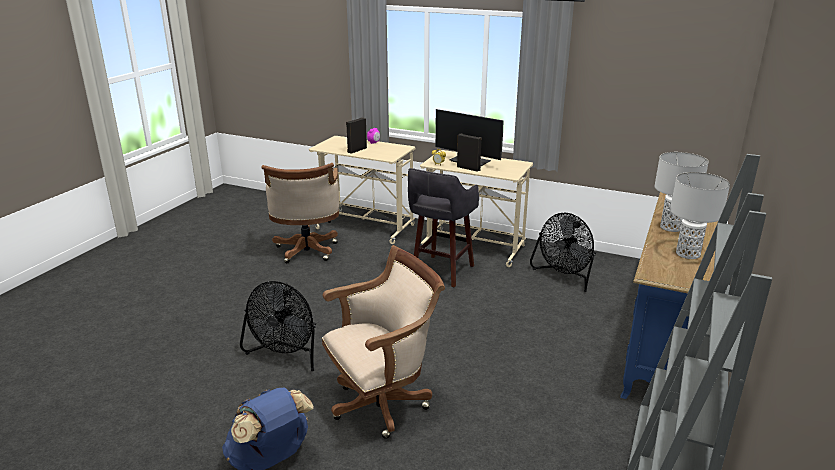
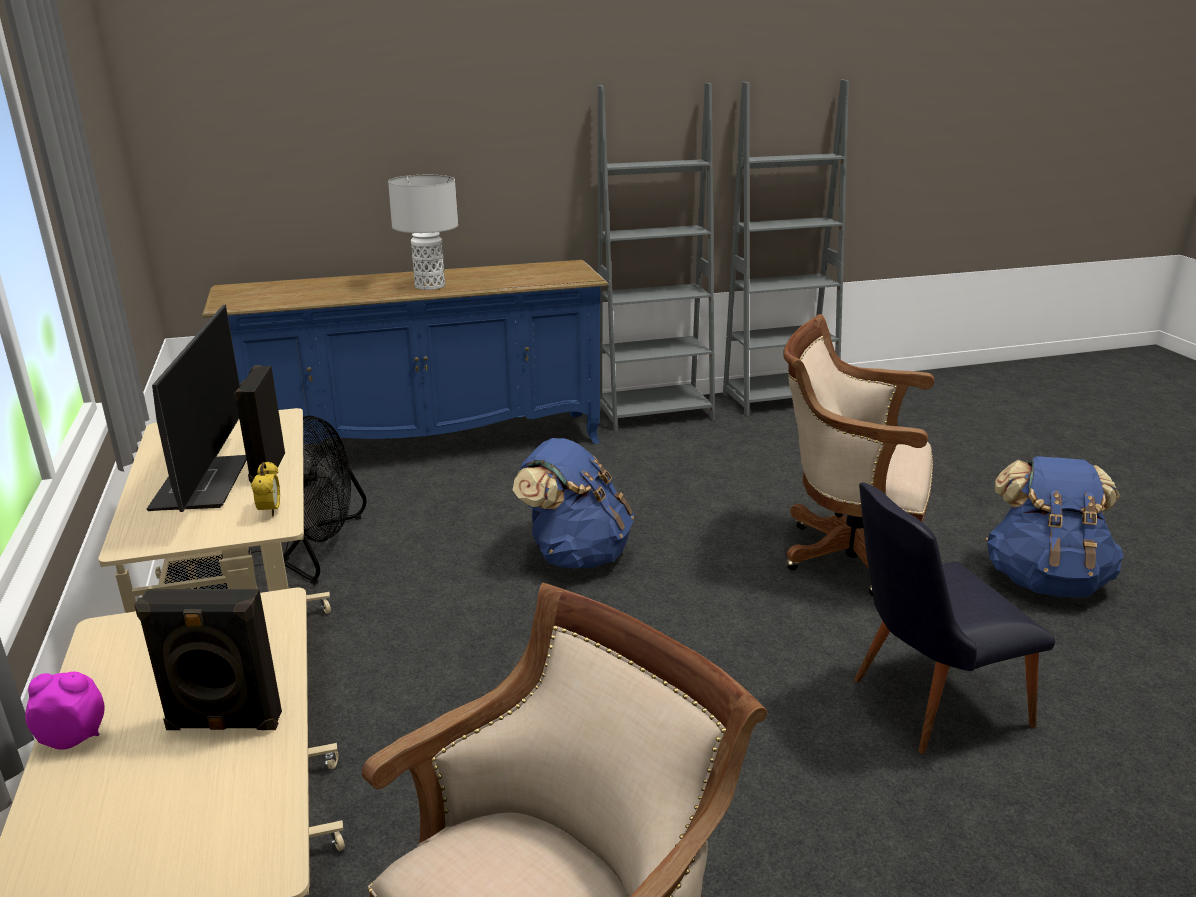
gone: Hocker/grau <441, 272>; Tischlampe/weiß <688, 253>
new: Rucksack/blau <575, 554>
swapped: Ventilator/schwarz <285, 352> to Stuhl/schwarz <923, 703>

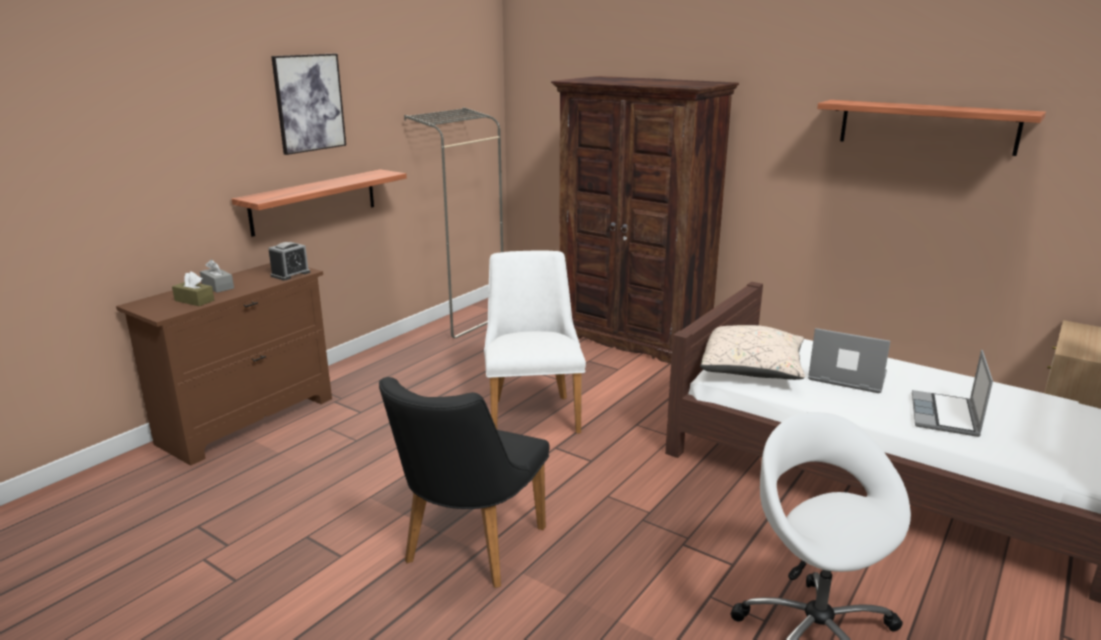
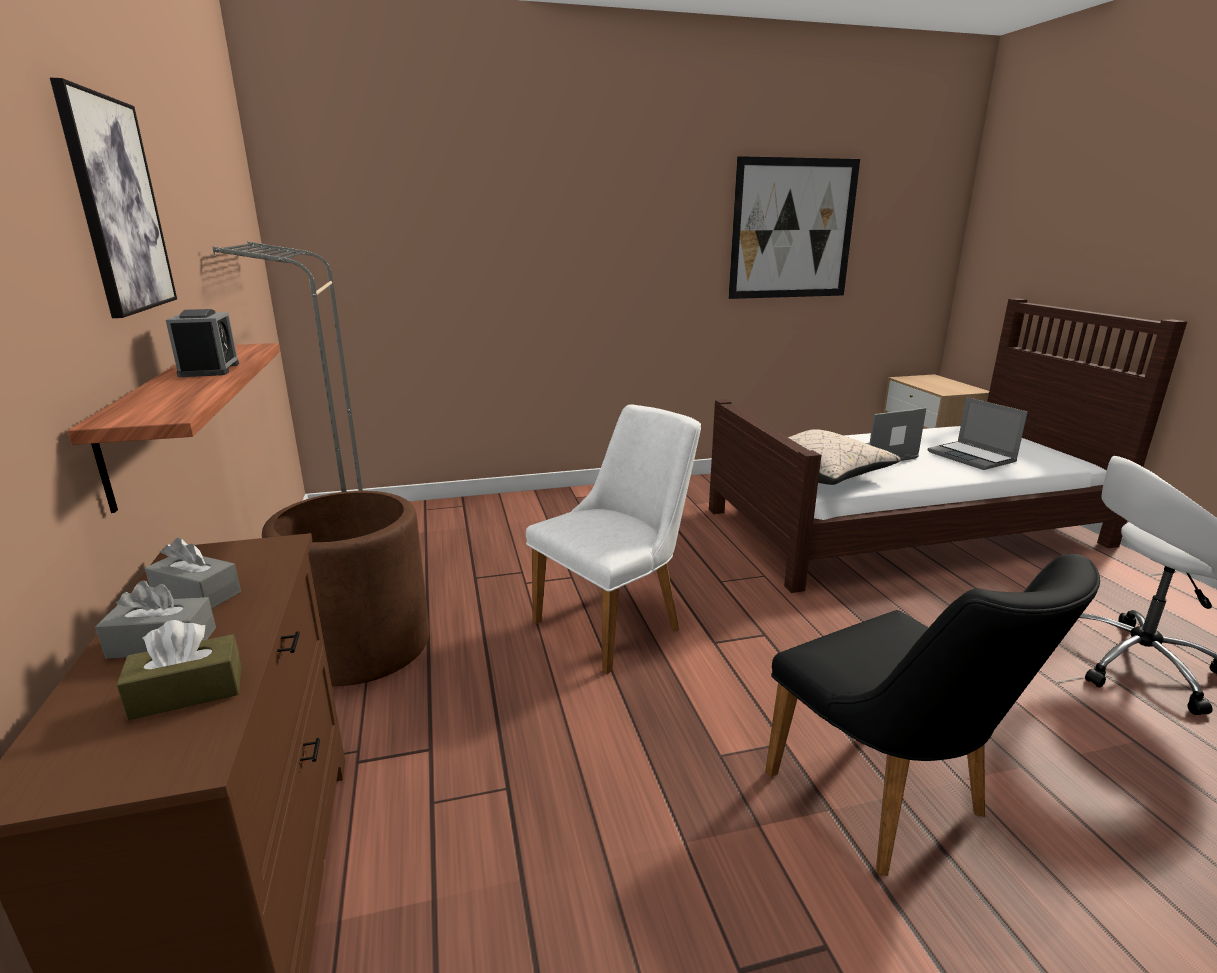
gone: Kleiderschrank/braun <633, 336>
new: Pflanzkübel/braun <360, 646>; Taschentuchbox/grau <197, 594>
shifted: Wecker <290, 274> to <209, 370>
swapped: Wandregal <927, 126> to Bild <792, 229>
rotated: Stuhl/weiß <532, 411> = <618, 621> 105 degrees clockwise

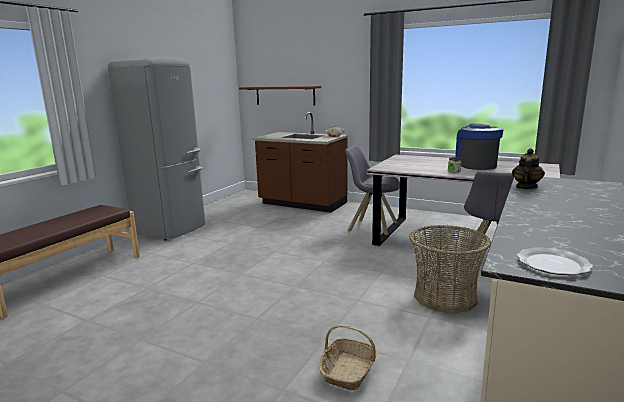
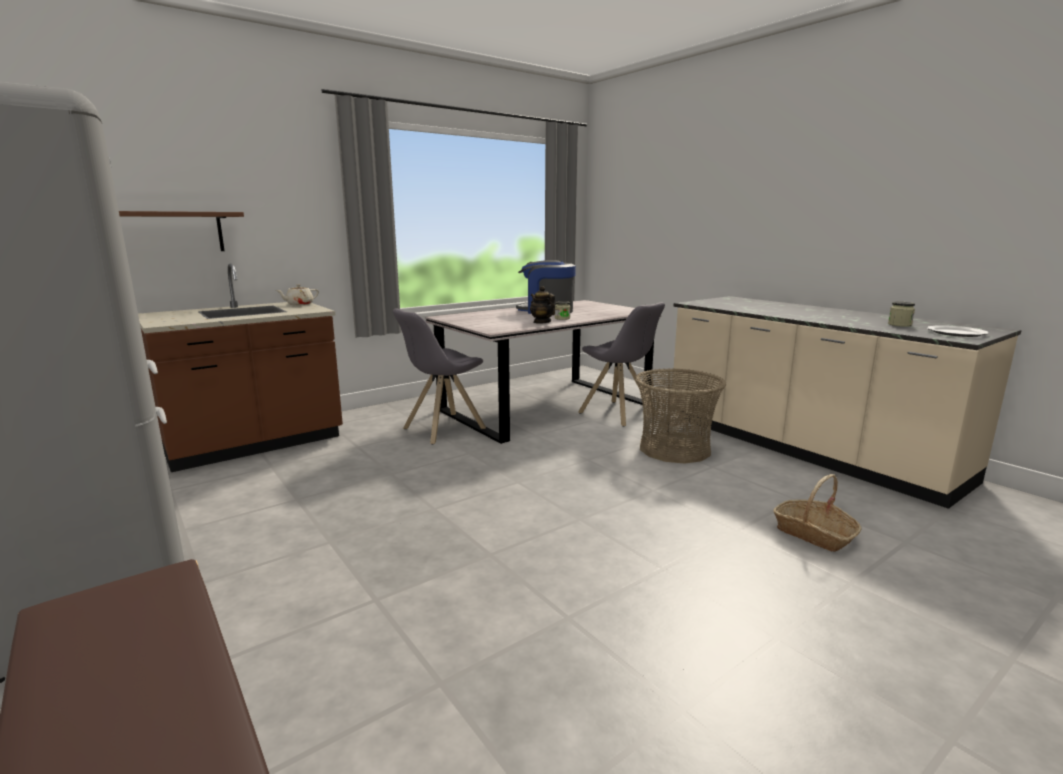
new: Vorratsglas <899, 324>
shifted: Teekanne <526, 187> to <542, 322>

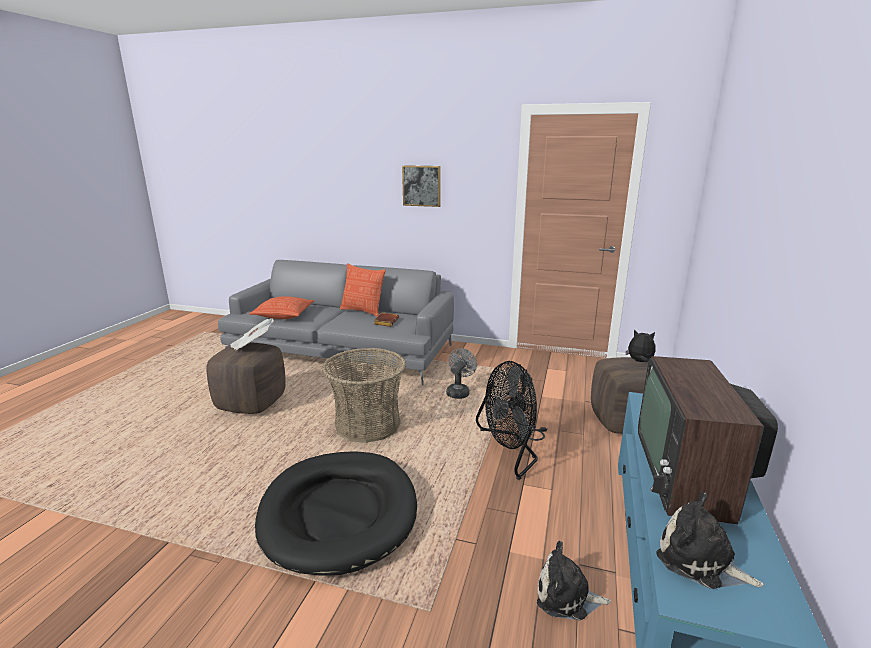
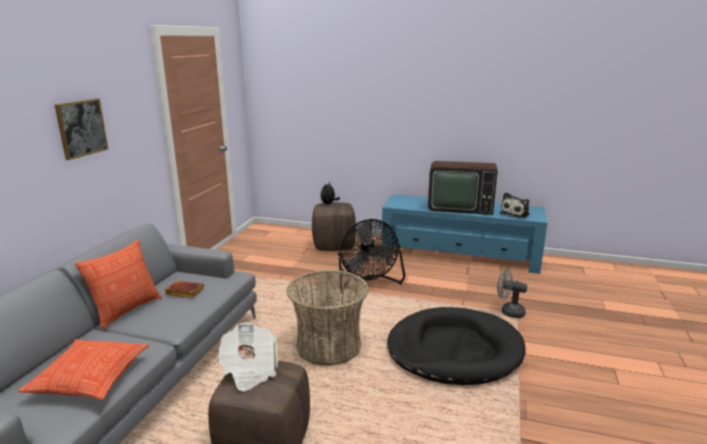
gone: Plüschtier <567, 596>
shifted: Ventilator/grau <459, 392> to <508, 312>

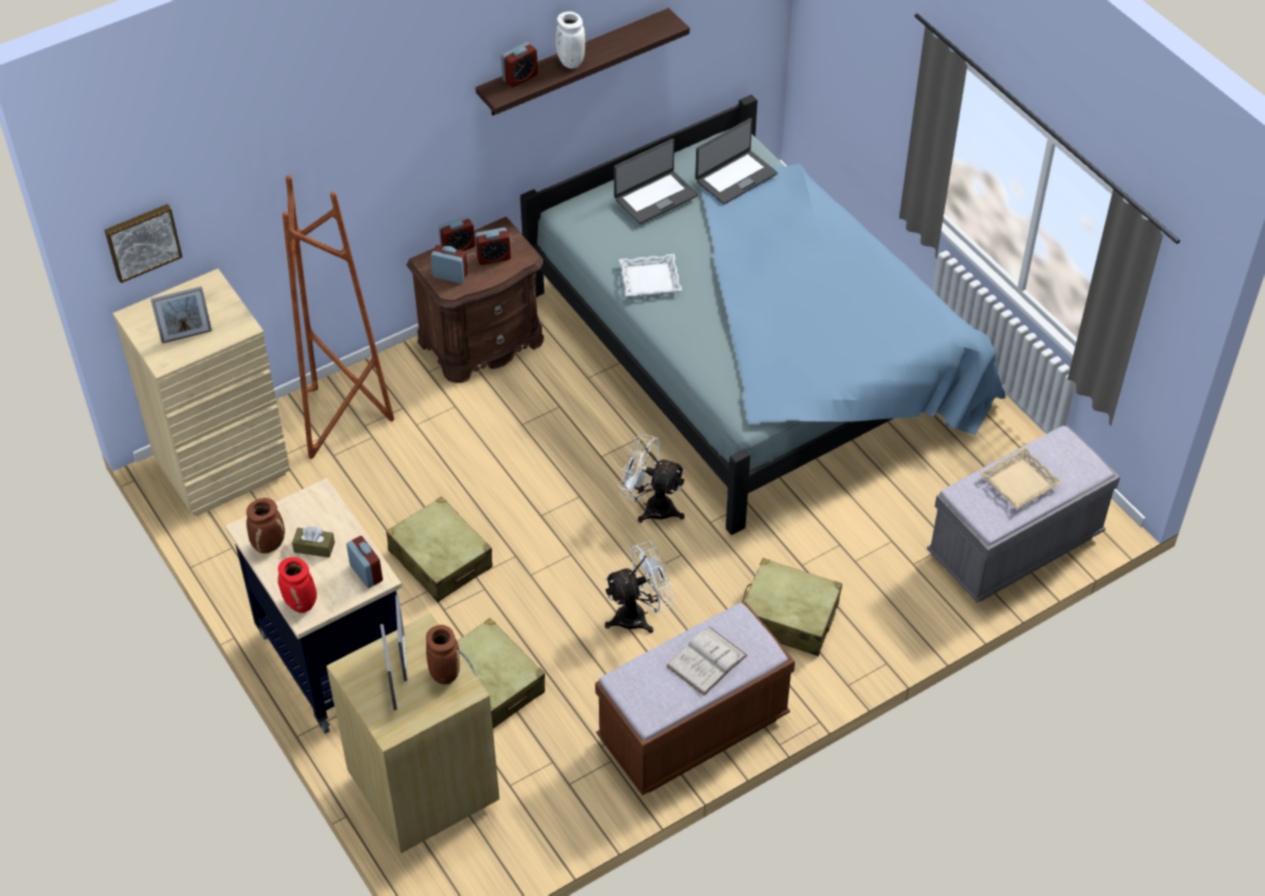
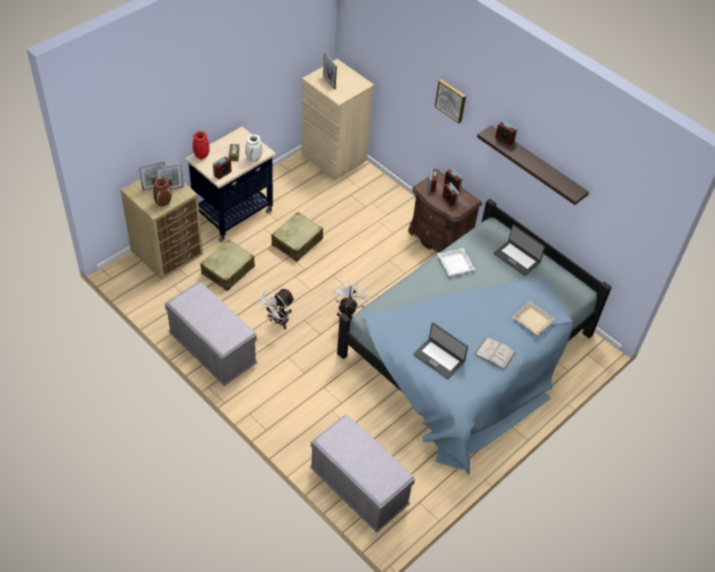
gone: Kleiderständer/braun <340, 421>; Vase/braun <269, 544>; Koffer/beige <788, 617>
shifted: Vase/weiß <570, 62> to <254, 158>; Laptop <735, 177> to <439, 358>; Bild <142, 241> to <451, 100>; Tablett/beige <1019, 482> to <533, 320>; Buch/weiß <706, 661> to <495, 353>
repainted: Bank/braun <693, 729> to Bank/grau <212, 350>
rotated: Ventilator/weiß <639, 615> = <278, 321> 75 degrees clockwise

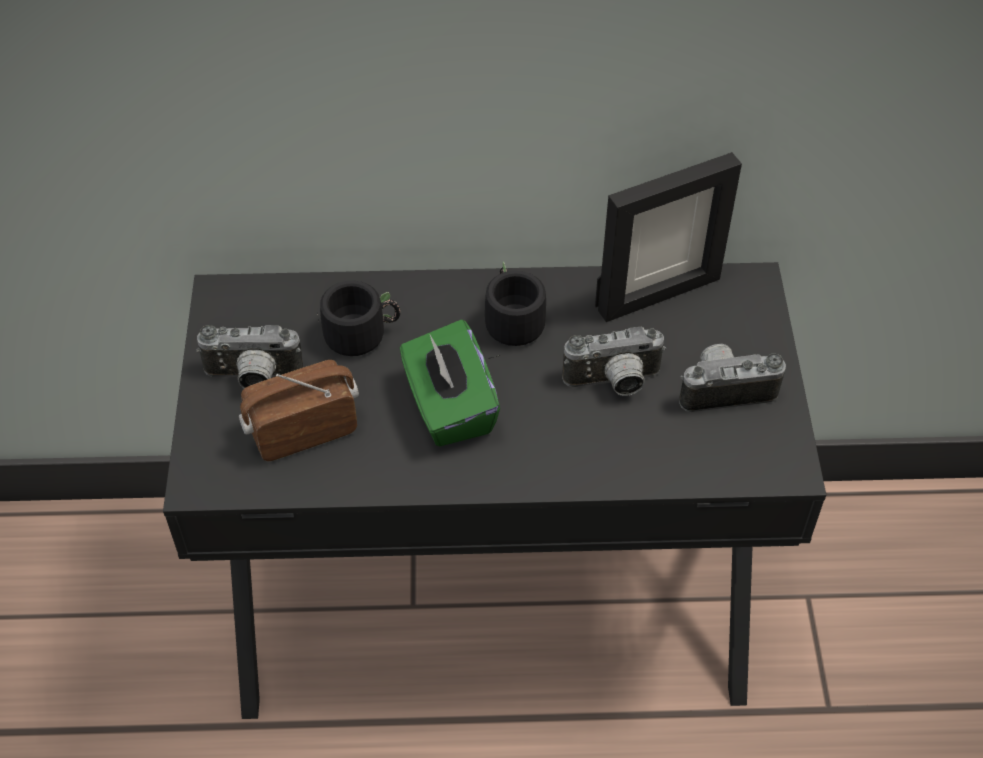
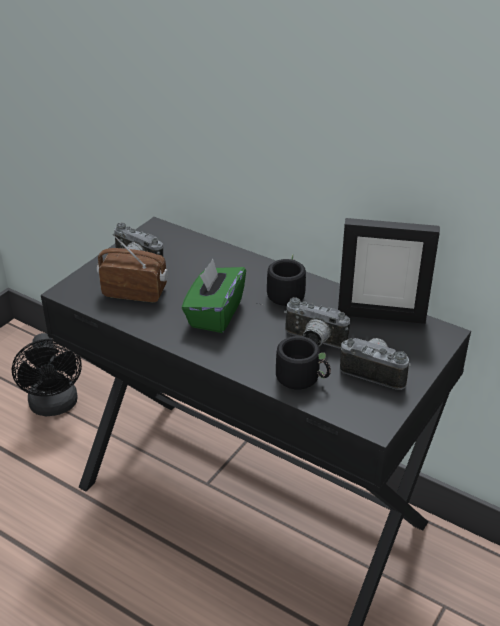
new: Ventilator/schwarz <54, 406>
shifted: Henkelbecher/schwarz <361, 332> to <303, 377>

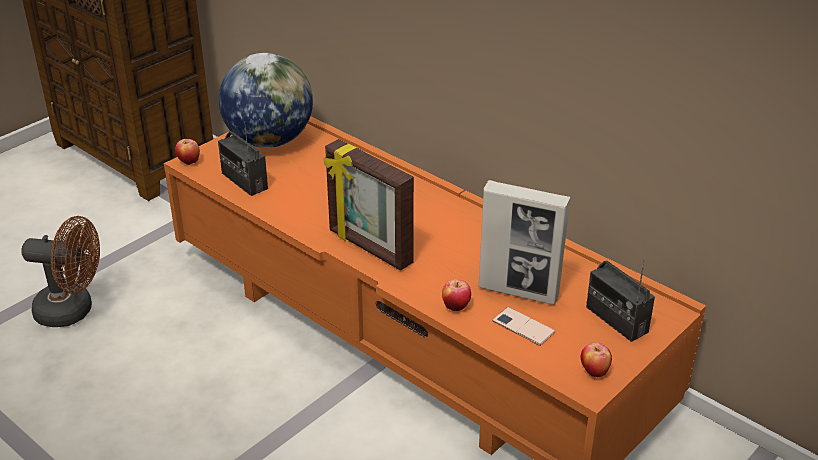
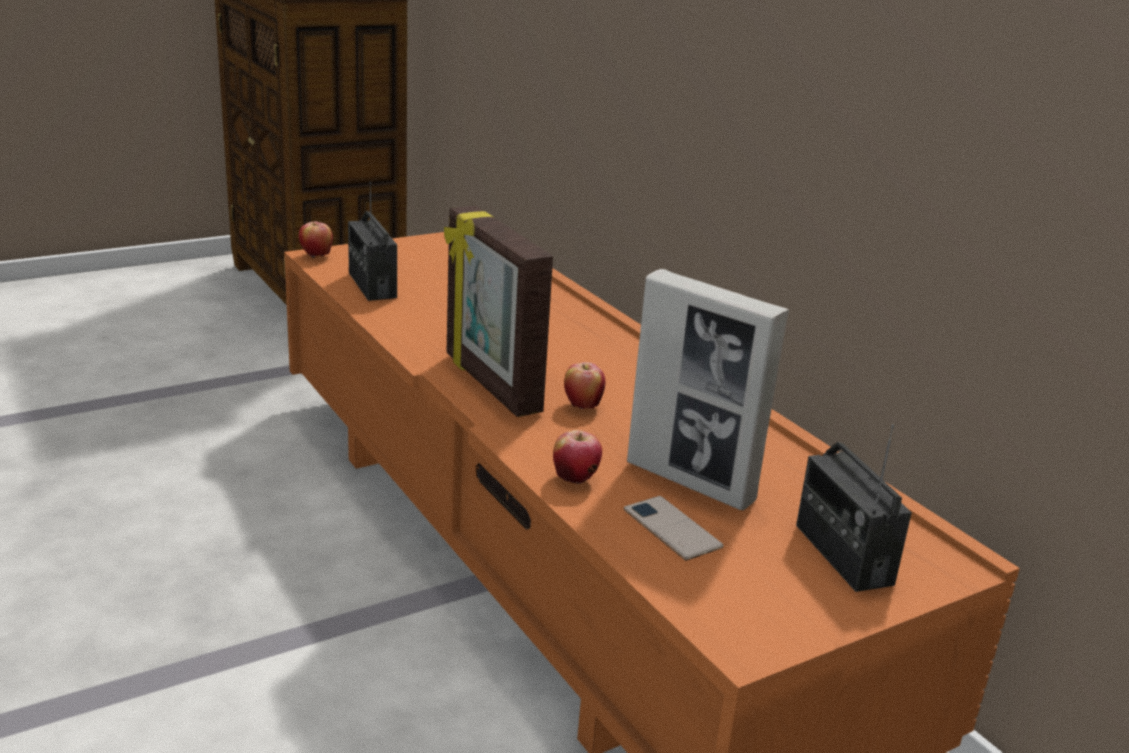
gone: Globus <269, 141>; Ventilator/braun <73, 311>
shifted: Apfel <594, 372> to <582, 406>

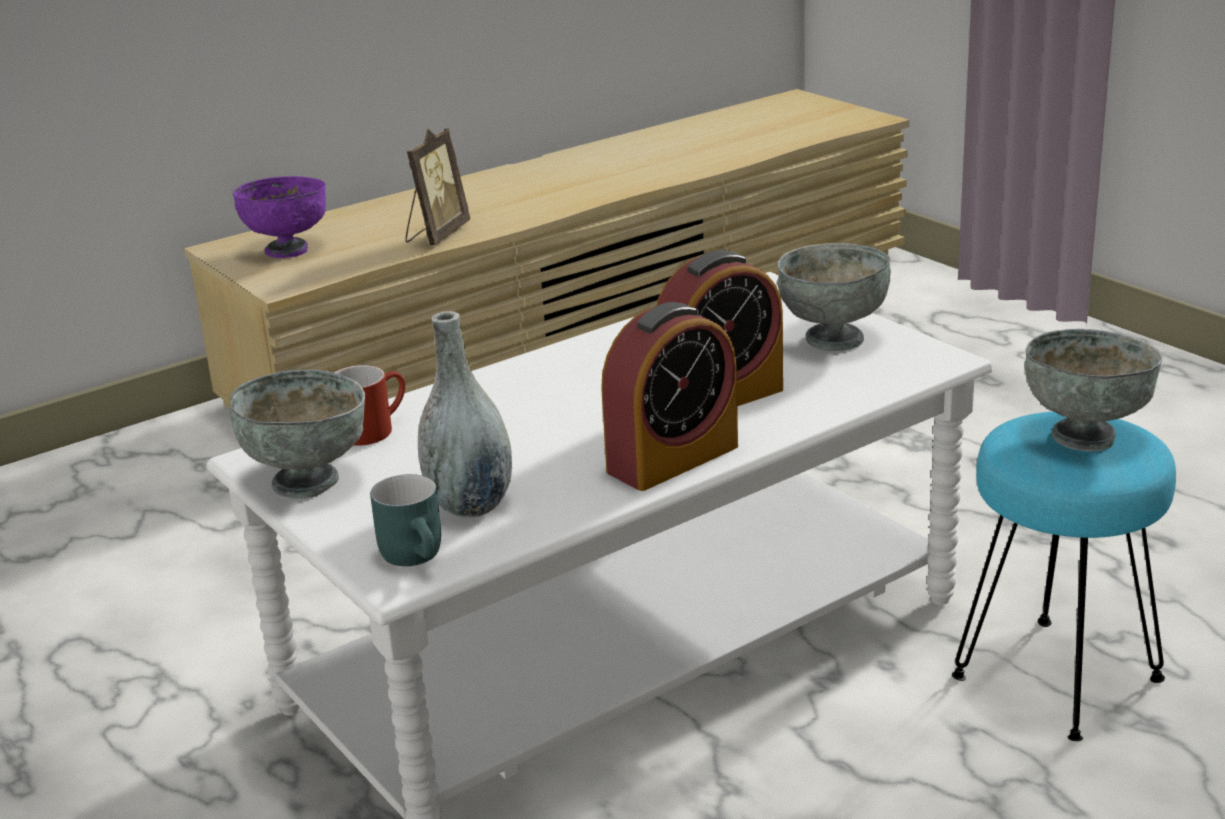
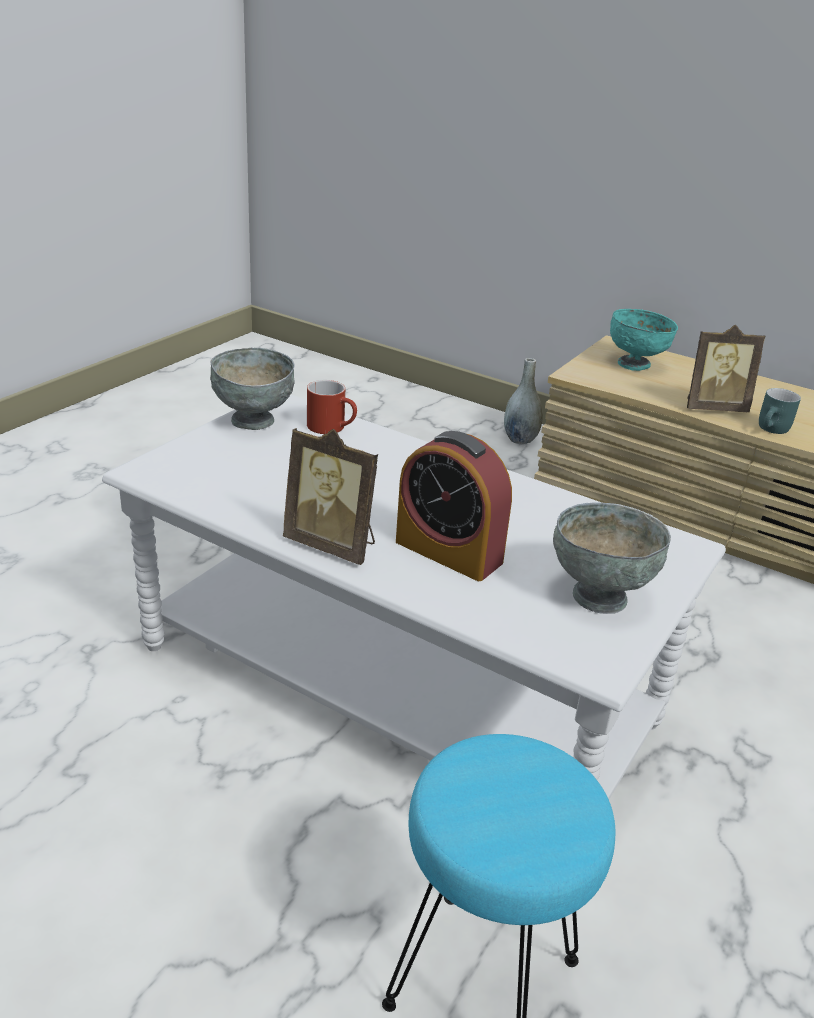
gone: Schüssel/grau <1085, 435>
shifted: Vase/grau <470, 505> to <520, 439>; Henkelbecher/türkis <419, 556> to <773, 430>
swapped: Wecker <672, 459> to Bilderrahmen <333, 545>
repainted: Schüssel/lila <287, 249> to Schüssel/türkis <635, 364>

